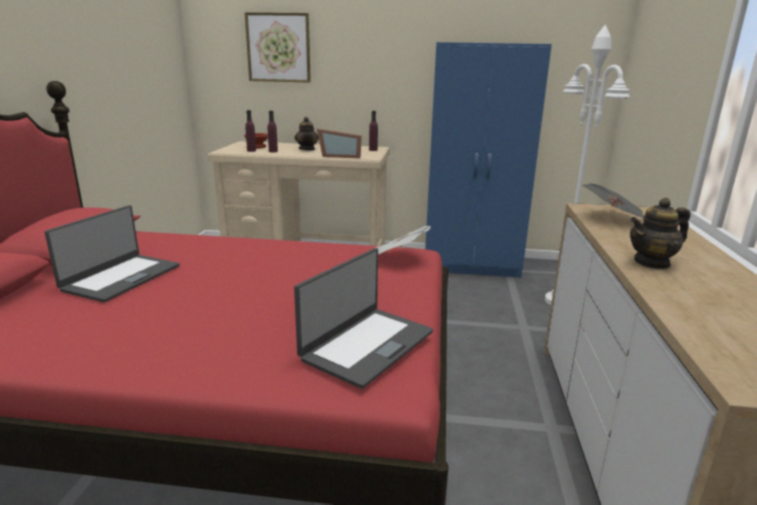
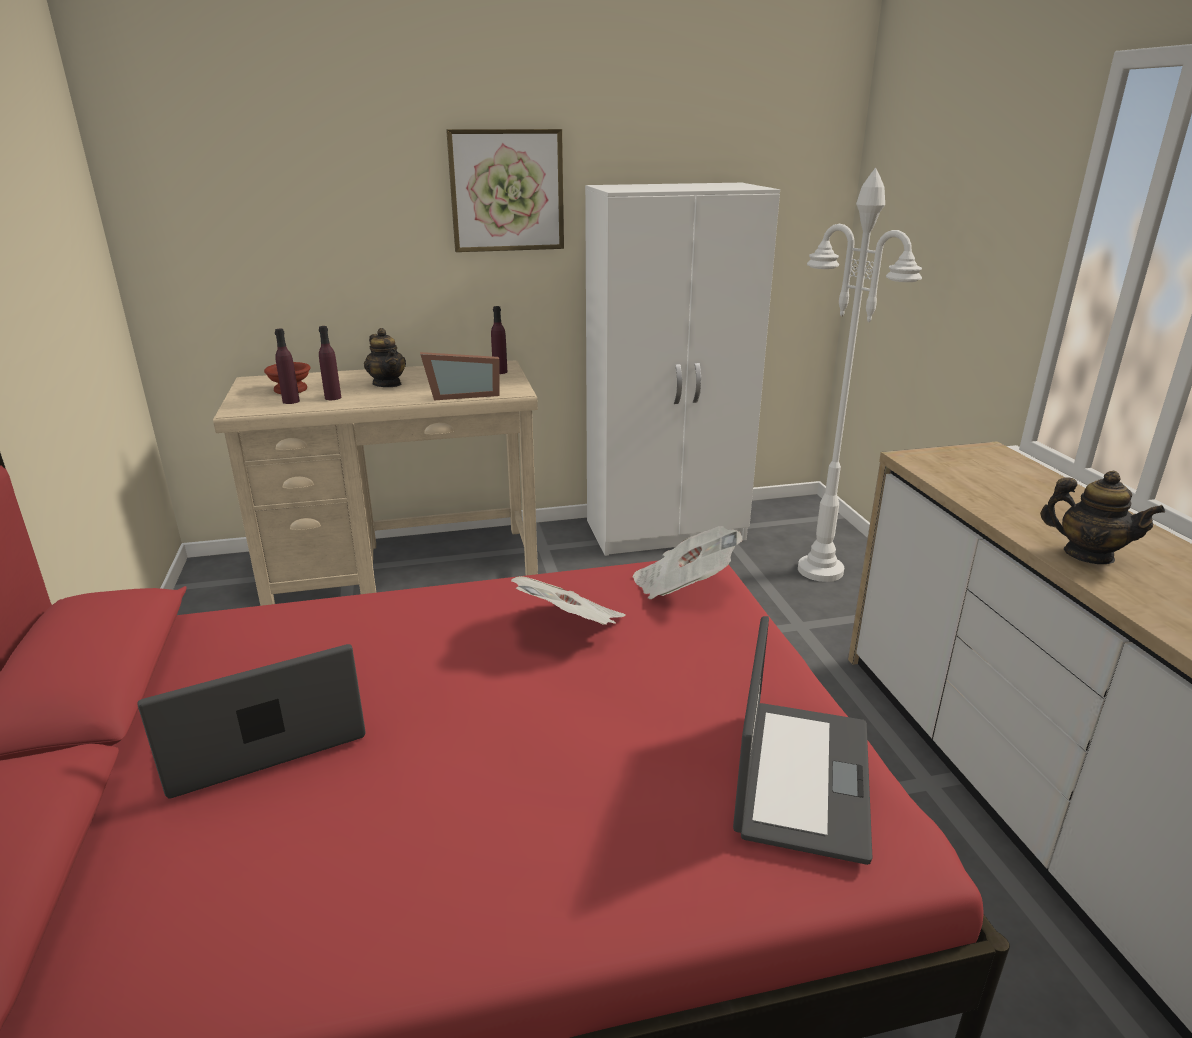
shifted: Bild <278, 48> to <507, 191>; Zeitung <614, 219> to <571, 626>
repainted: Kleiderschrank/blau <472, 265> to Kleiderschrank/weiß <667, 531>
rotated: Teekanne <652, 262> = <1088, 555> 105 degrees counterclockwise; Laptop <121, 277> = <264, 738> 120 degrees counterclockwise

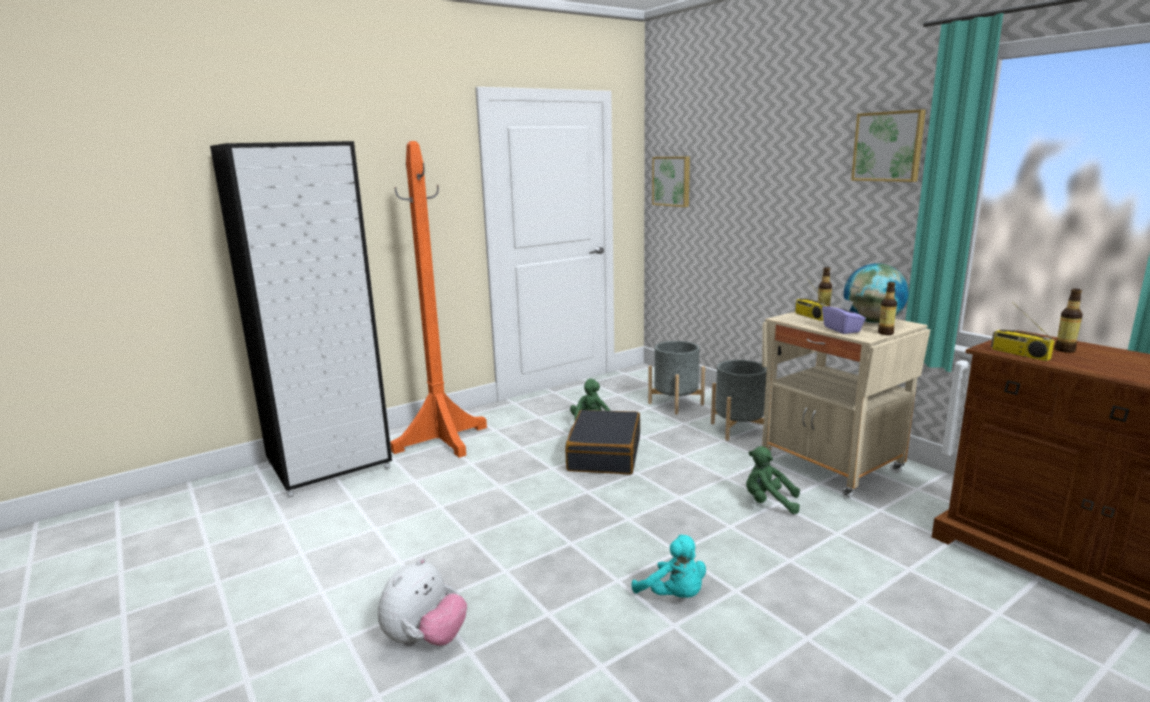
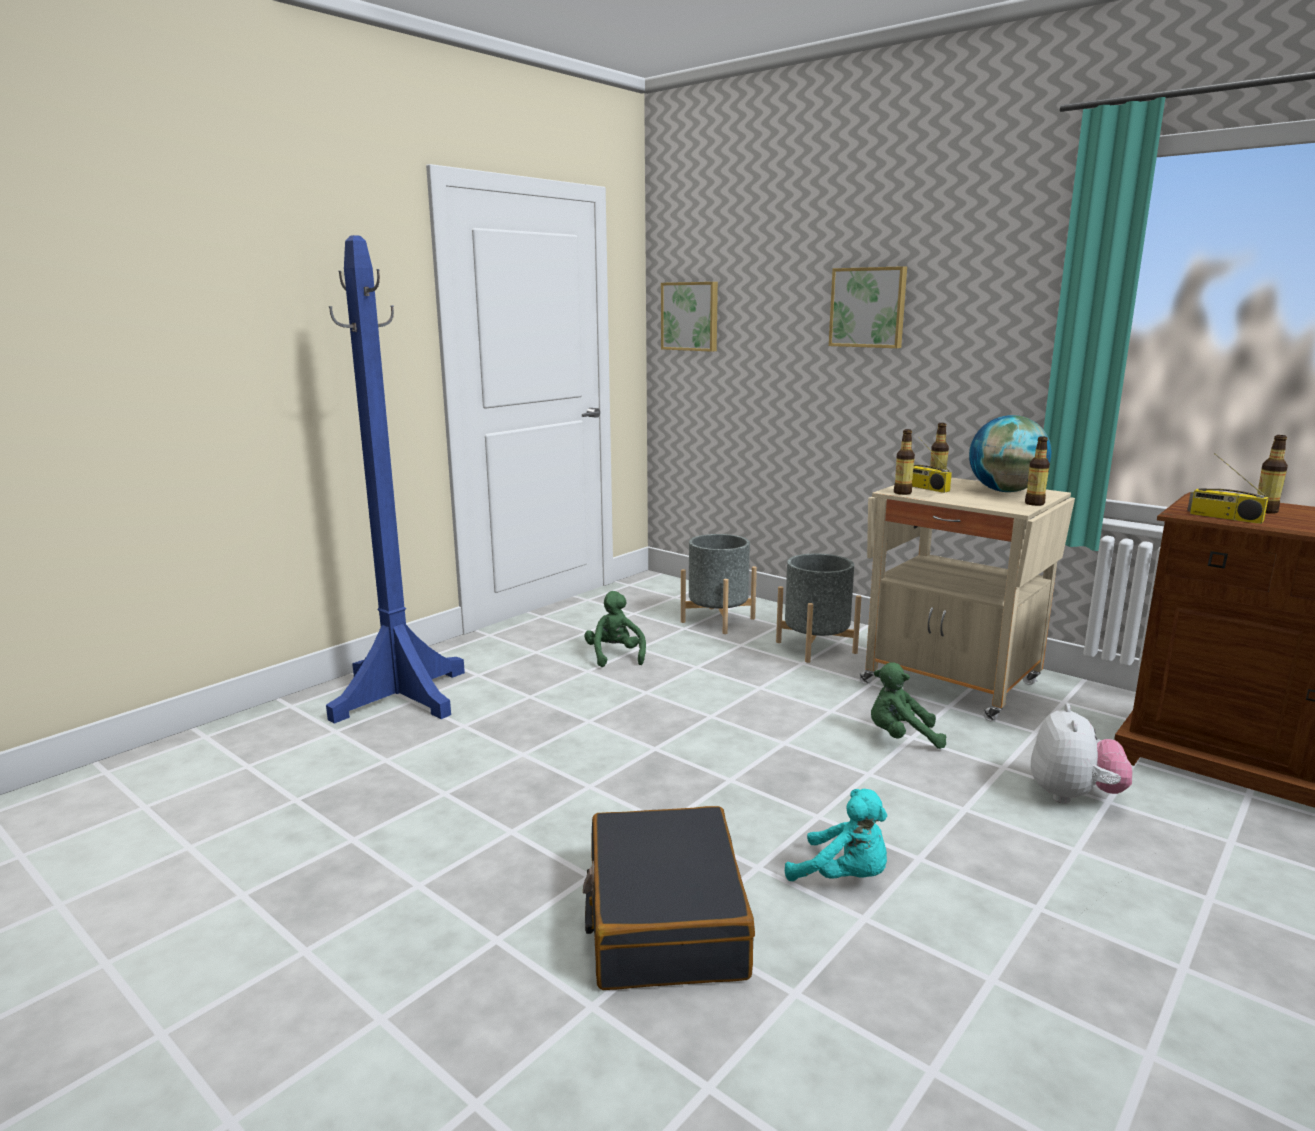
gone: Kleiderschrank <329, 466>; Taschentuchbox/lila <842, 329>
new: Flasche <902, 493>
shifted: Bild <888, 146> to <868, 307>; Koffer/schwarz <604, 454> to <664, 919>; Plüschtier <425, 639> to <1073, 796>
repainted: Kleiderständer/orange <440, 439> to Kleiderständer/blau <400, 695>

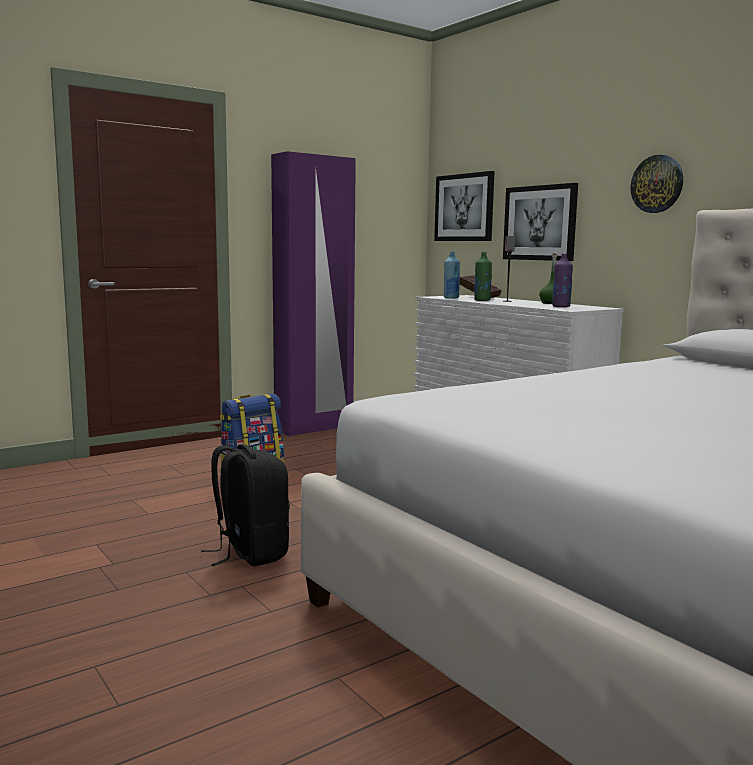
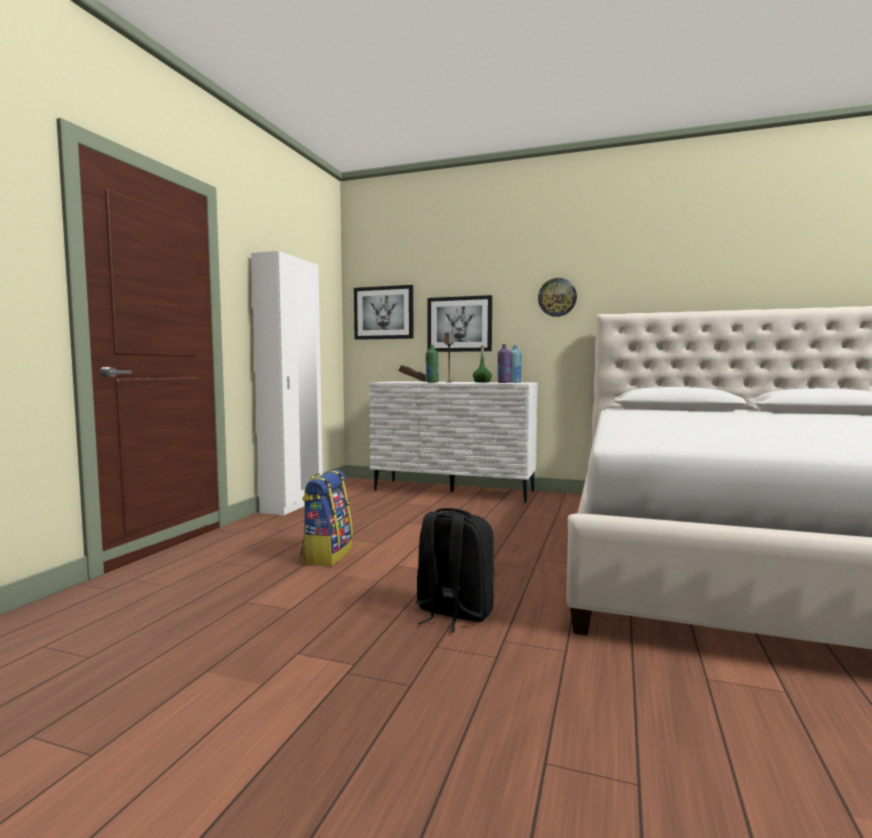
shifted: Flasche/blau <451, 298> to <514, 382>
repainted: Kleiderschrank/lila <314, 428> to Kleiderschrank/weiß <293, 505>

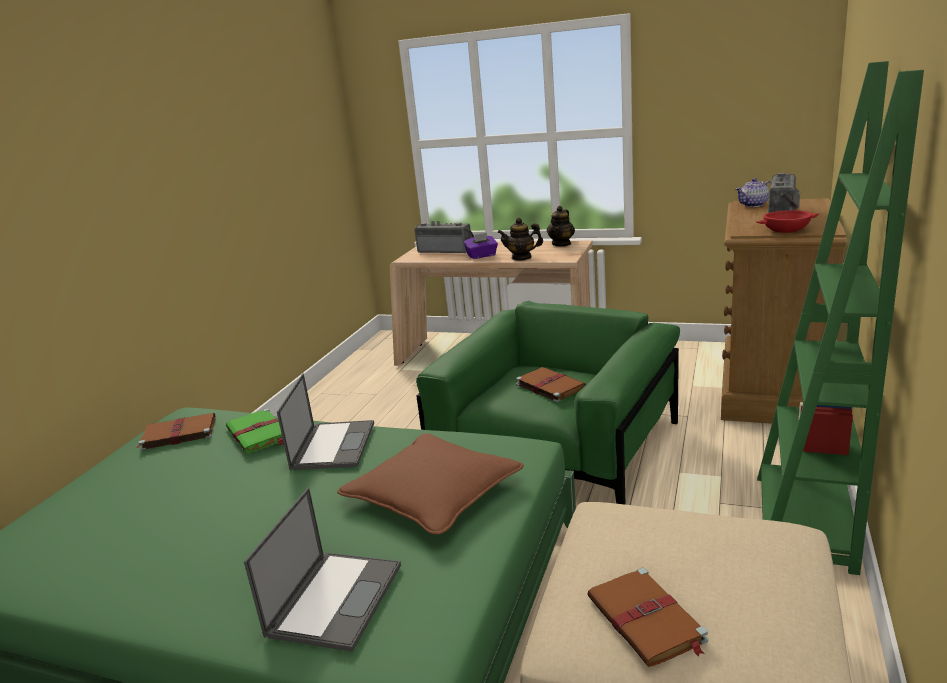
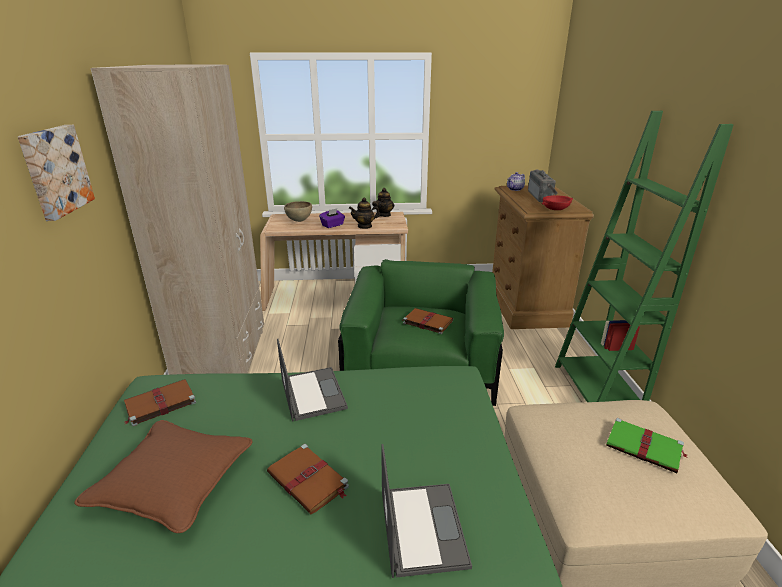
new: Kleiderschrank/beige <224, 357>; Bild <55, 171>
shifted: Buch/grün <258, 434> to <645, 447>; Kissen/braun <433, 492> to <173, 480>; Buch/braun <647, 620> to <308, 481>
swapped: Radio <446, 250> to Schüssel/braun <299, 221>

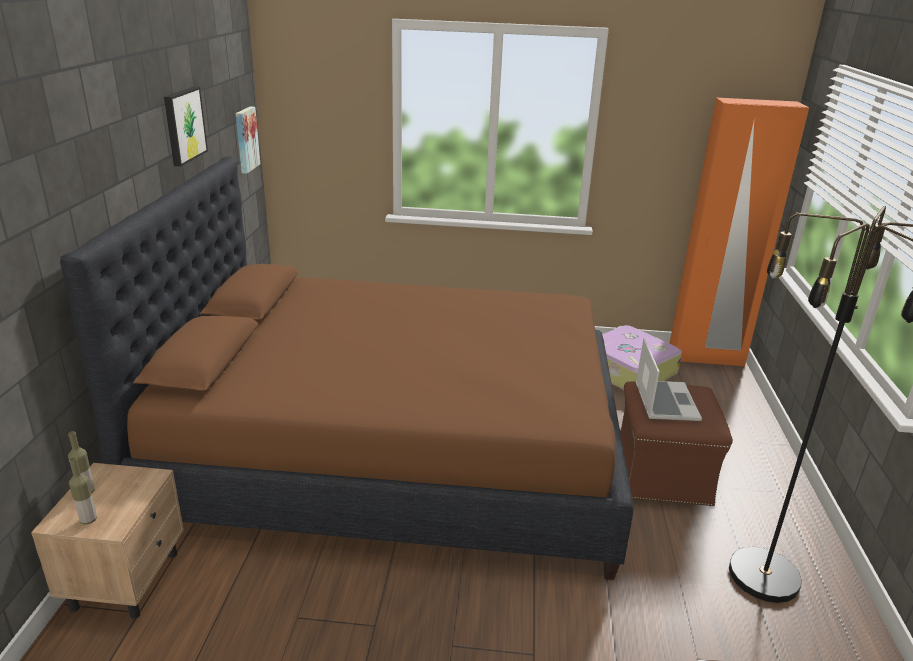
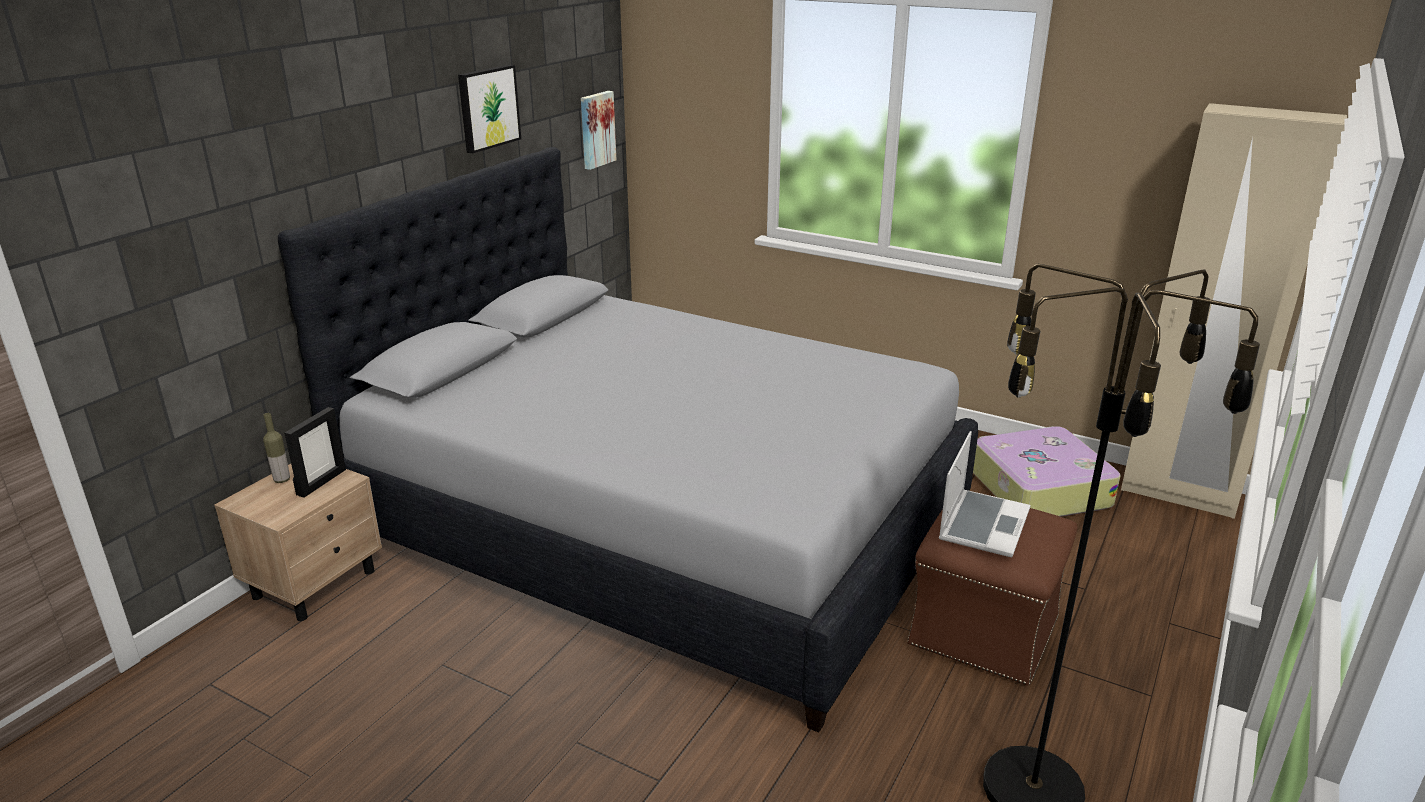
gone: Flasche <88, 520>
new: Bilderrahmen <321, 482>
repainted: Kleiderschrank/orange <706, 357> to Kleiderschrank/beige <1178, 495>; Bett/braun <392, 451> to Bett/grau <658, 522>

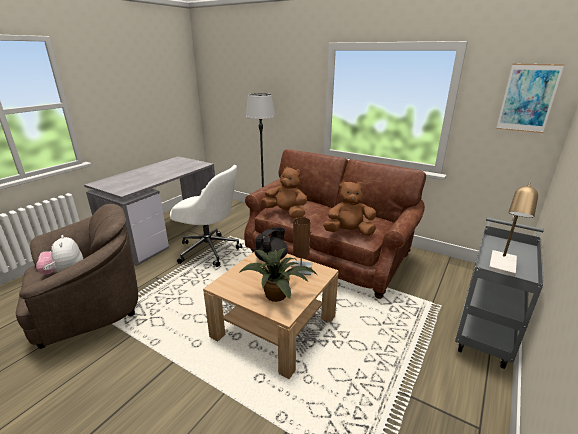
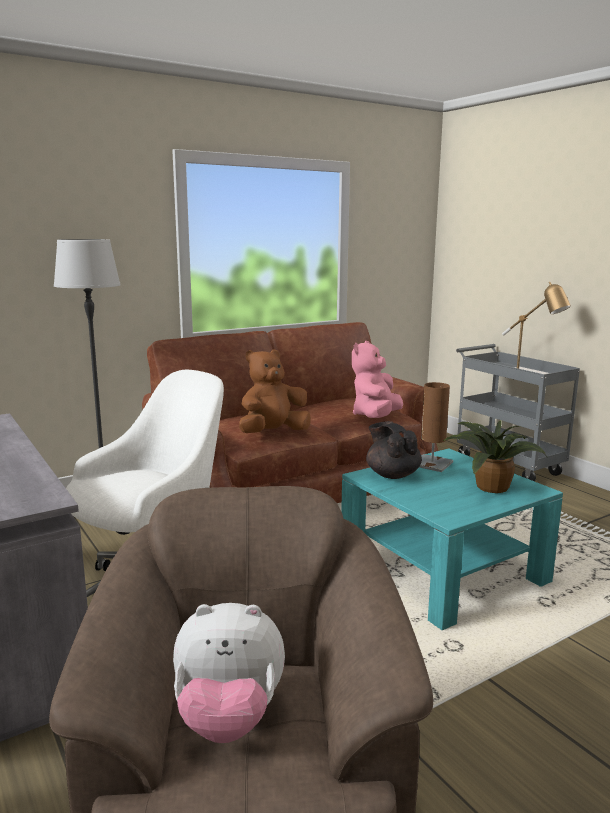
gone: Bild <528, 98>
repainted: Plüschtier/braun <349, 232> to Plüschtier/rosa <376, 417>; Couchtisch/braun <274, 327> to Couchtisch/türkis <442, 571>

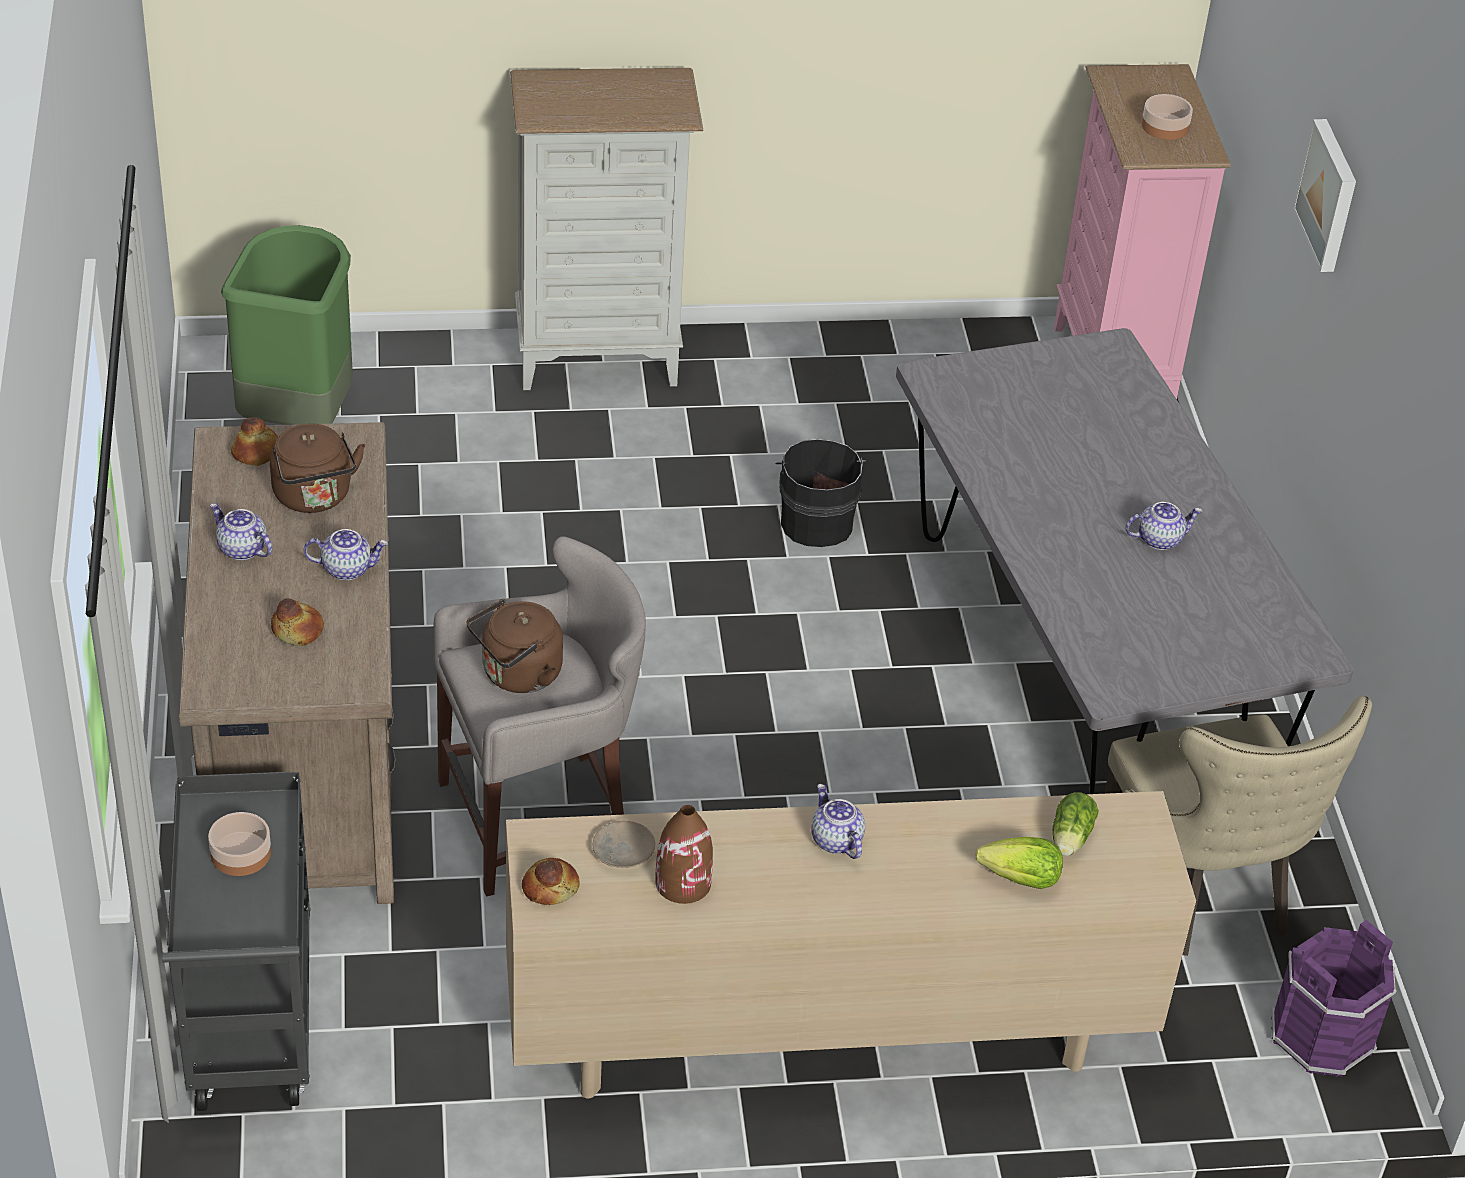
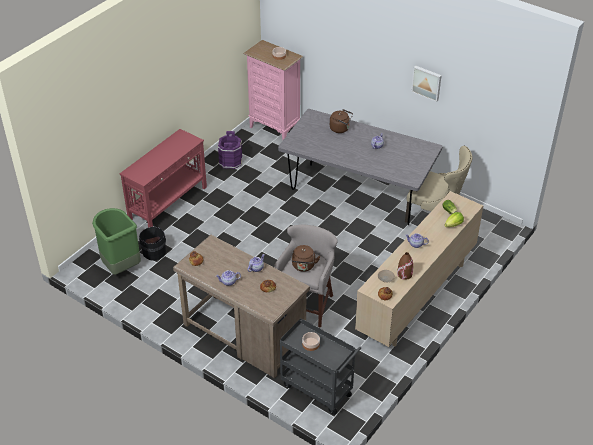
shifted: Bild <1330, 195> to <427, 82>; Wasserkessel/braun <314, 497> to <341, 129>; Eimer/schwarz <816, 520> to <153, 251>; Eimer/lila <1322, 1036> to <231, 161>
swapped: Kommode/weiß <600, 361> to Konsolentisch/rot <168, 203>

